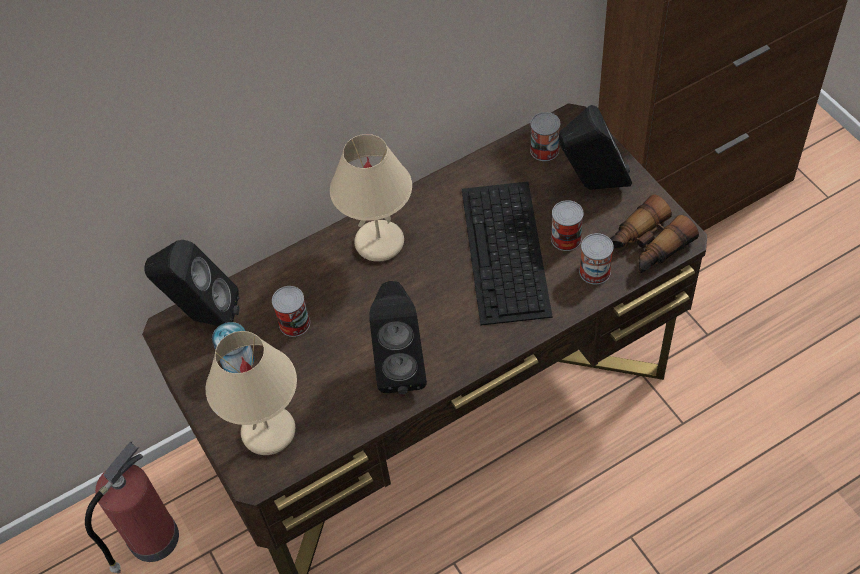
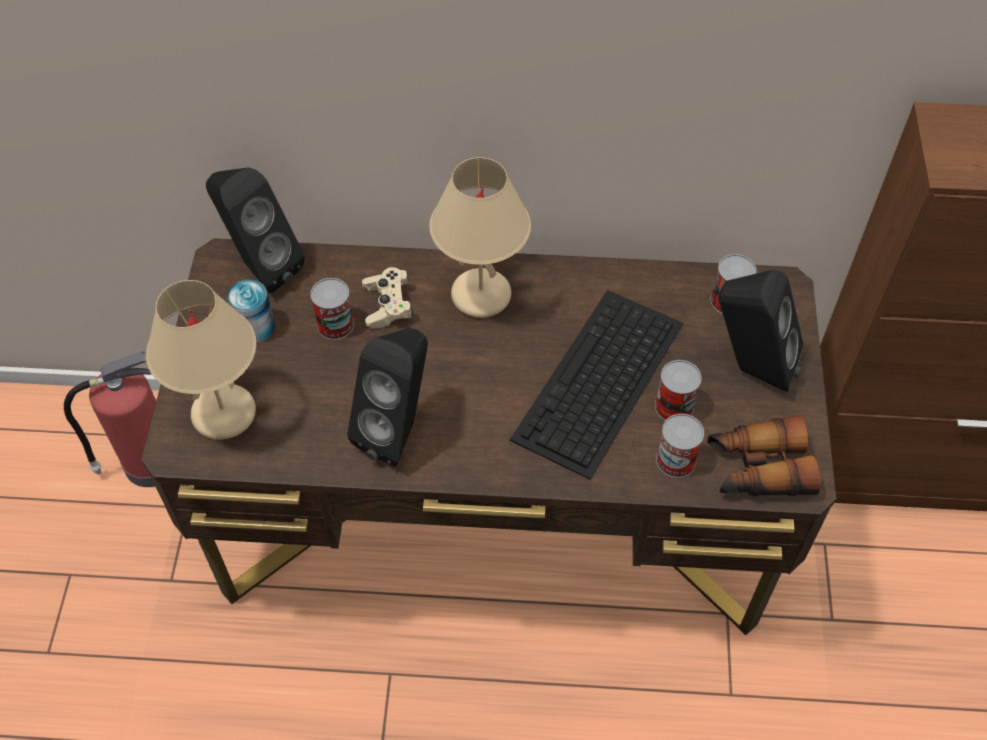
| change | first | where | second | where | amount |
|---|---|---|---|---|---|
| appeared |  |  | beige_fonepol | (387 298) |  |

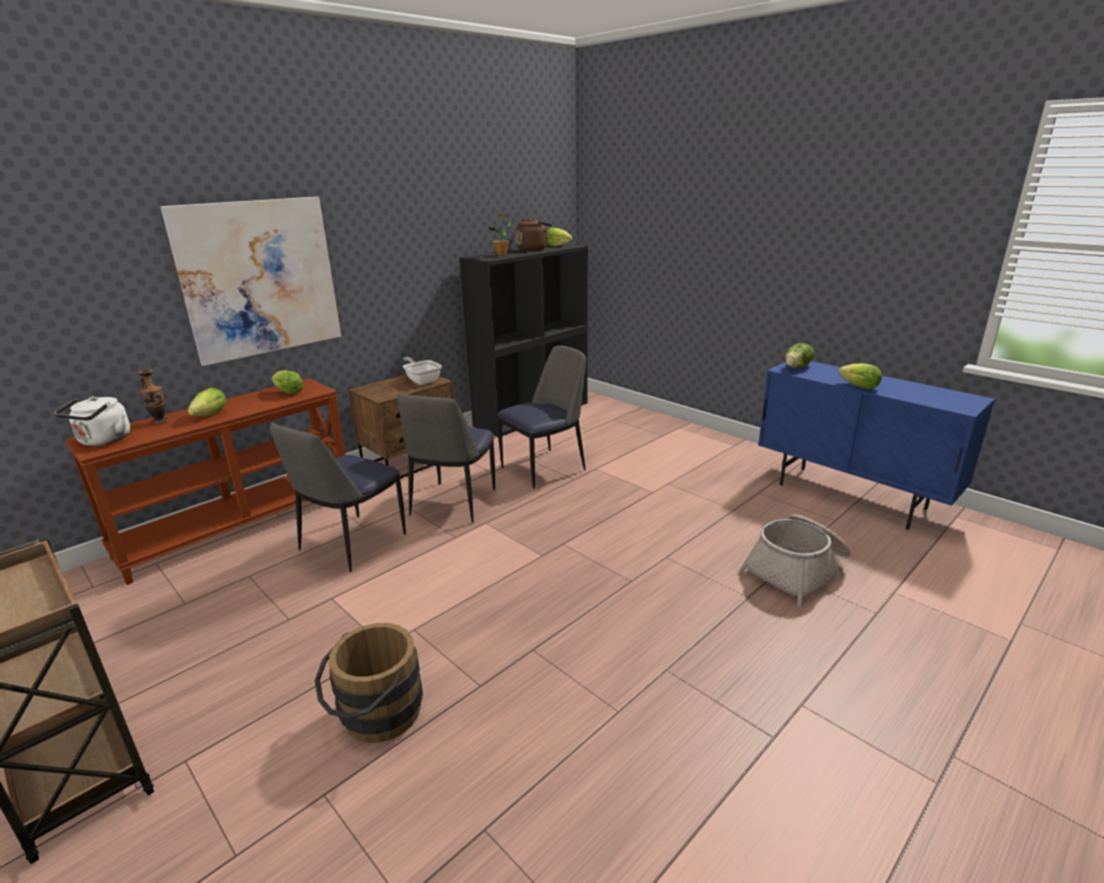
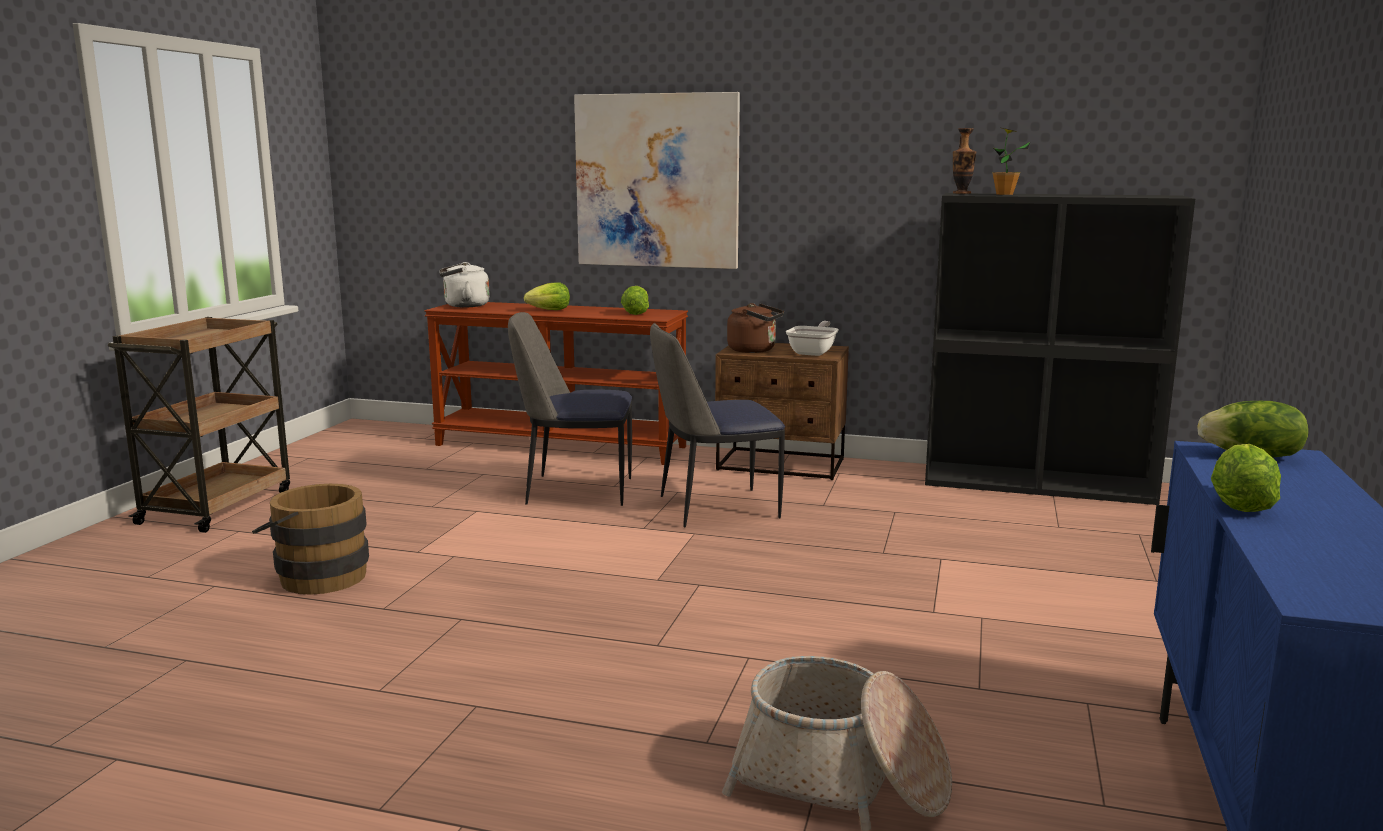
| change | first | where | second | where | amount |
|---|---|---|---|---|---|
| relocated | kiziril | (153 396) |  | (965 161) |  |
| missing | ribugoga | (541 417) |  |  |  |
| relocated | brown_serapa | (534 234) |  | (755 328) |  |
| missing | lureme | (559 237) |  |  |  |

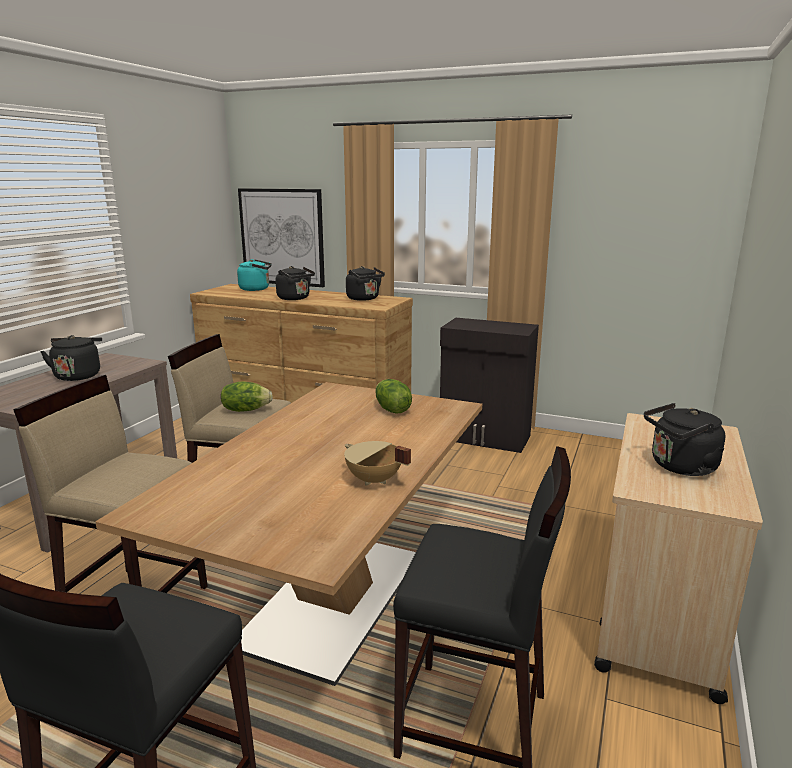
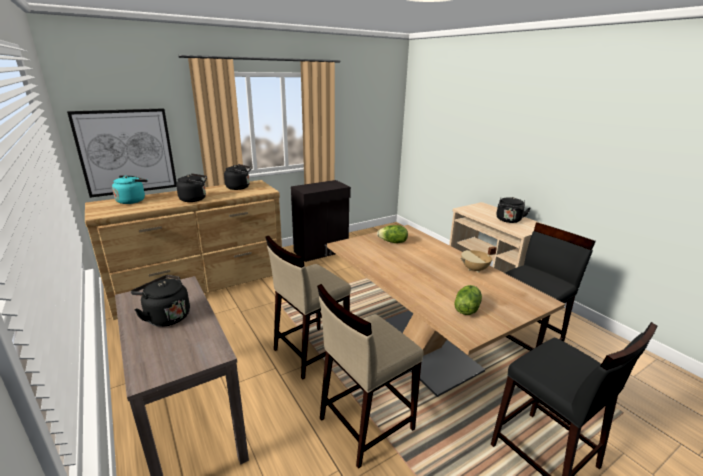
| change | first | where | second | where | amount |
|---|---|---|---|---|---|
| relocated | lureme | (247 396) |  | (468 300) |  |

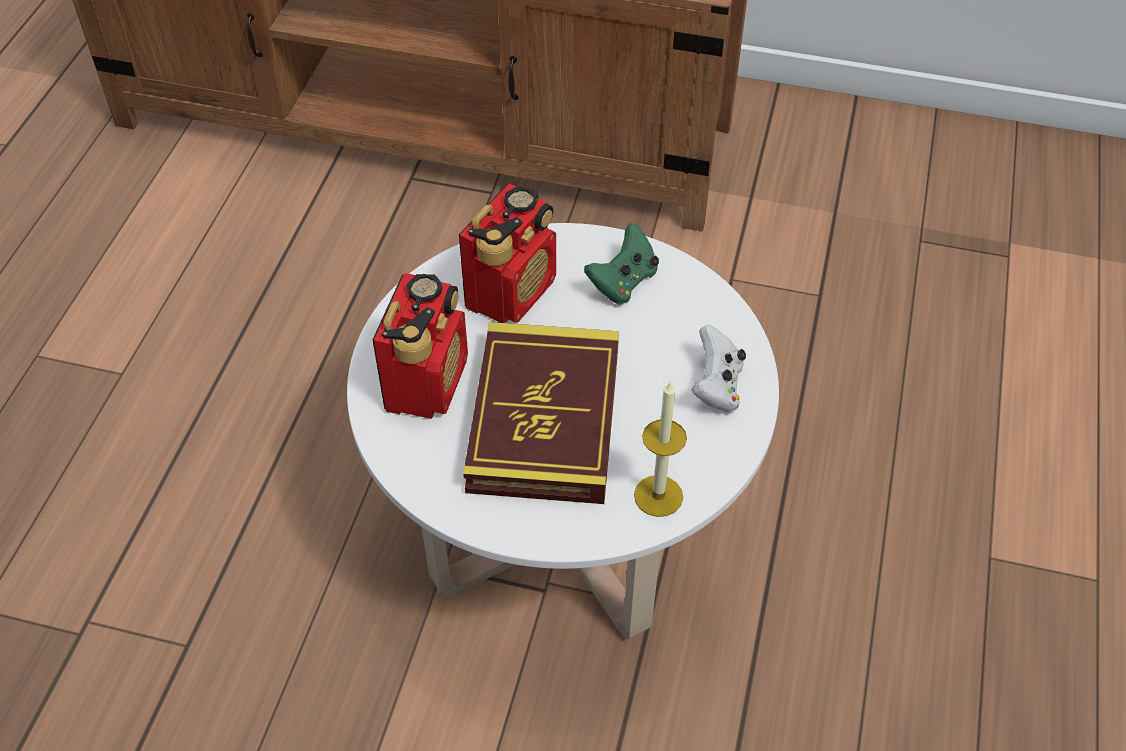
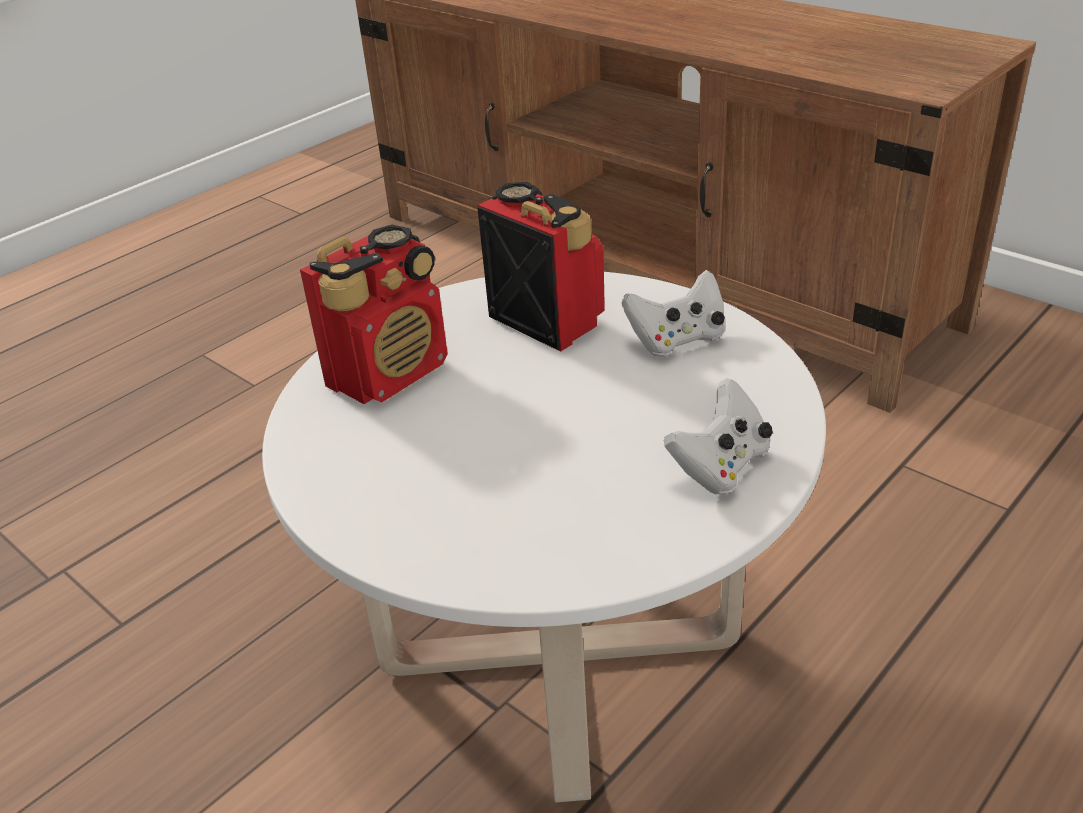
| change | first | where | second | where | amount |
|---|---|---|---|---|---|
| spun | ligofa | (507 253) |  | (541 266) | 105 degrees counterclockwise |
| missing | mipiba | (541 413) |  |  |  |
| colour | green_fonepol | (621 263) | white_fonepol | (673 313) |  |
| missing | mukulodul | (660 449) |  |  |  |

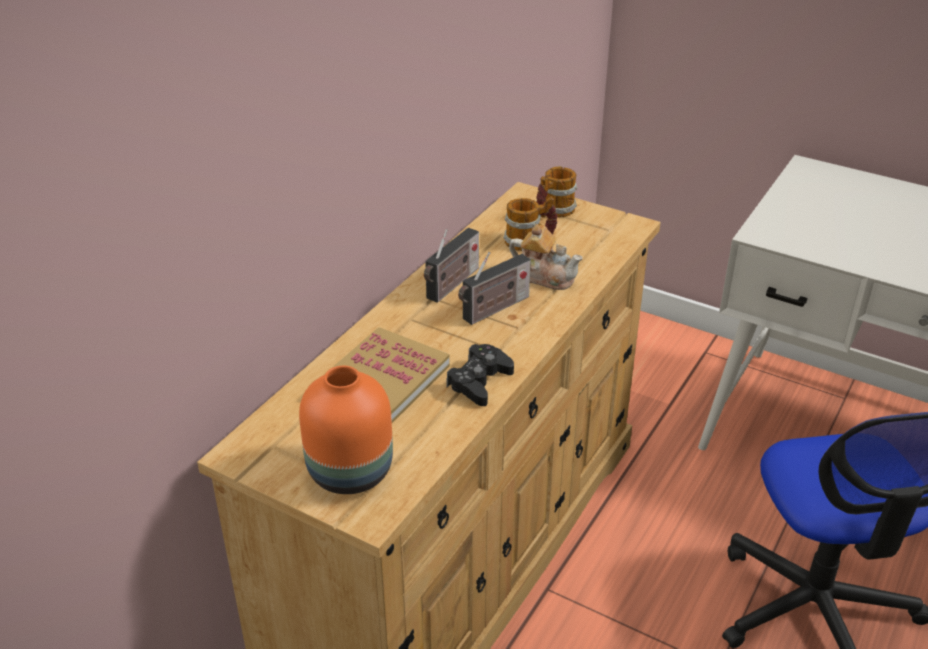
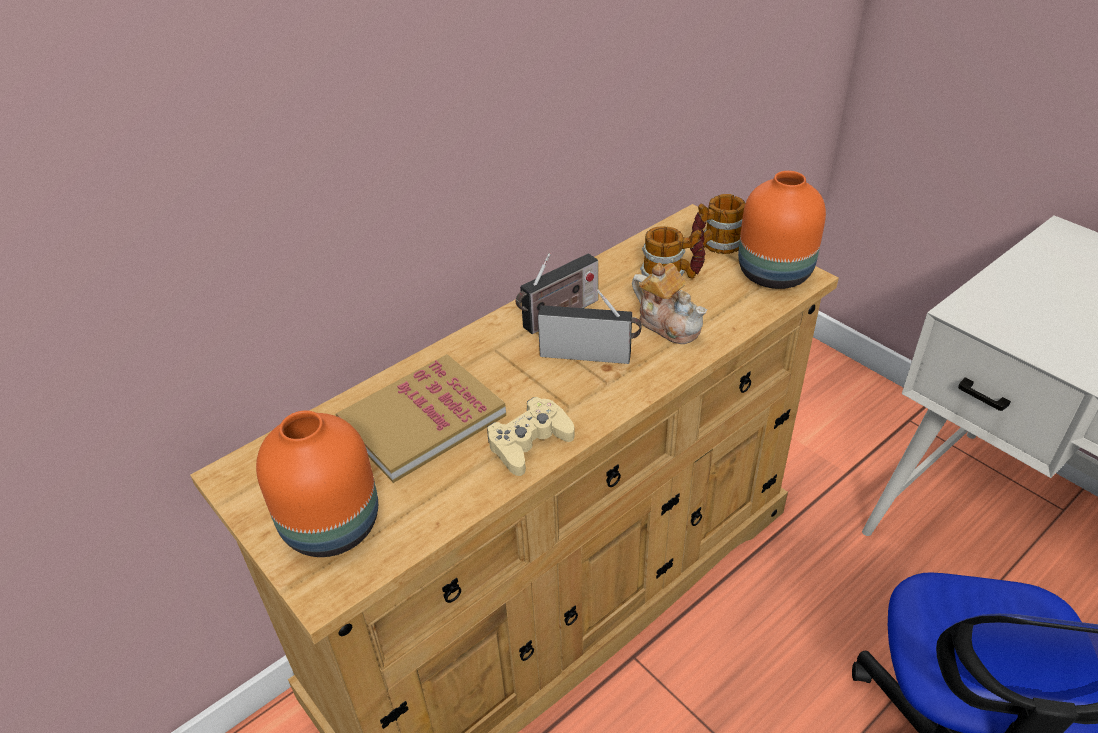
| change | first | where | second | where | amount |
|---|---|---|---|---|---|
| colour | black_fonepol | (480 375) | beige_fonepol | (531 436) |  |
| spun | ligofa | (494 288) |  | (590 326) | 150 degrees counterclockwise |
| appeared |  |  | orange_kiziril | (782 230) |  |

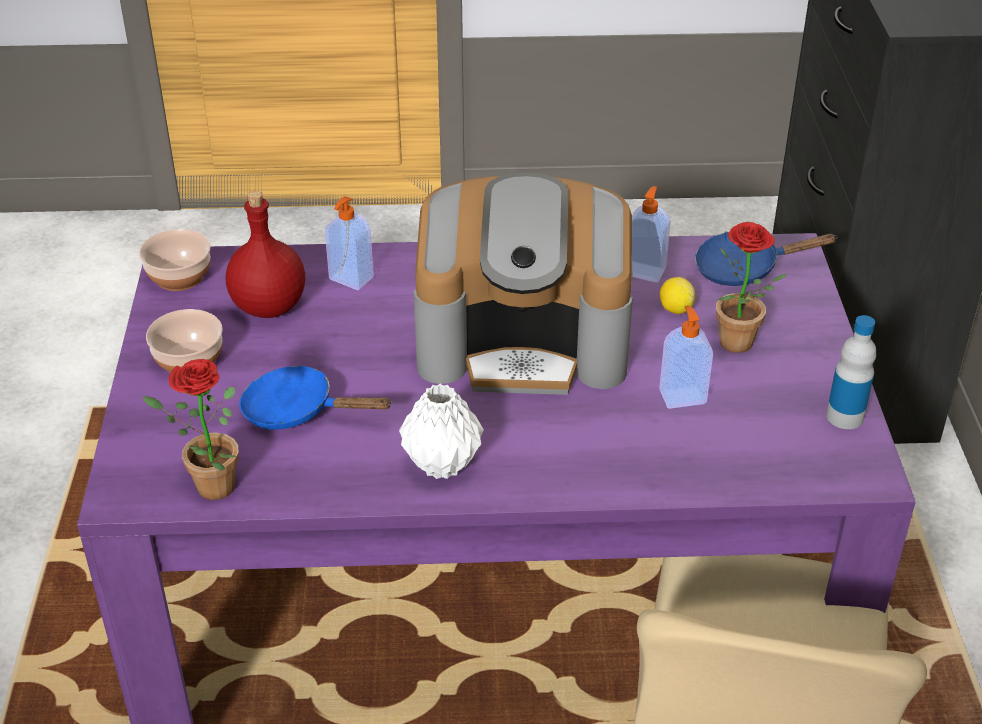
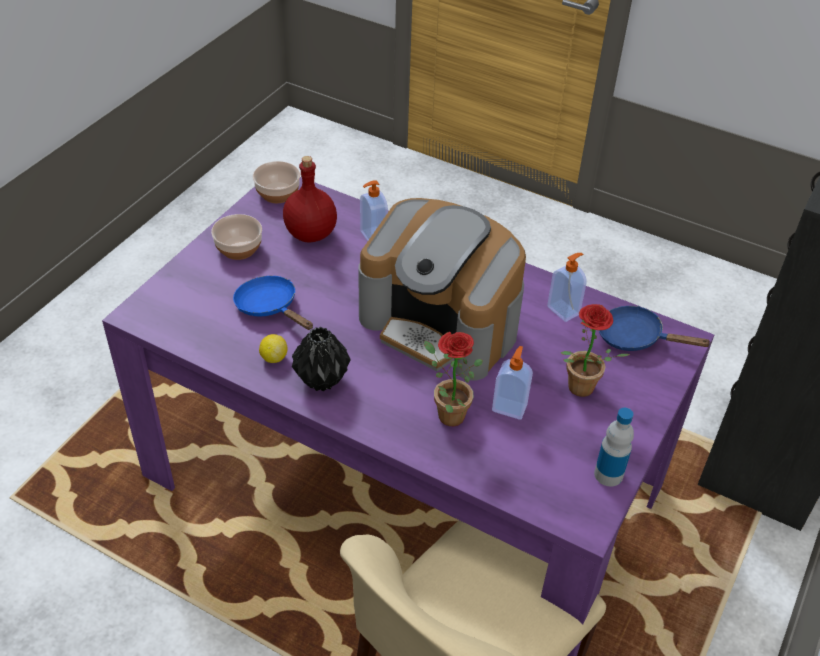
| change | first | where | second | where | amount |
|---|---|---|---|---|---|
| relocated | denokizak | (190 429) |  | (453 379) |  |
| colour | white_kiziril | (441 431) | black_kiziril | (321 359) |  |
| relocated | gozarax | (677 295) |  | (273 348) |  |

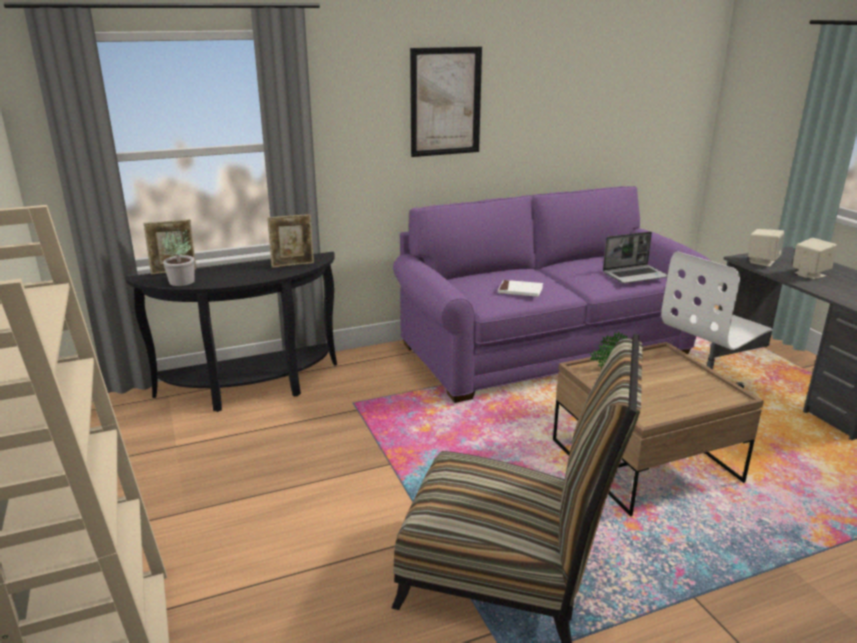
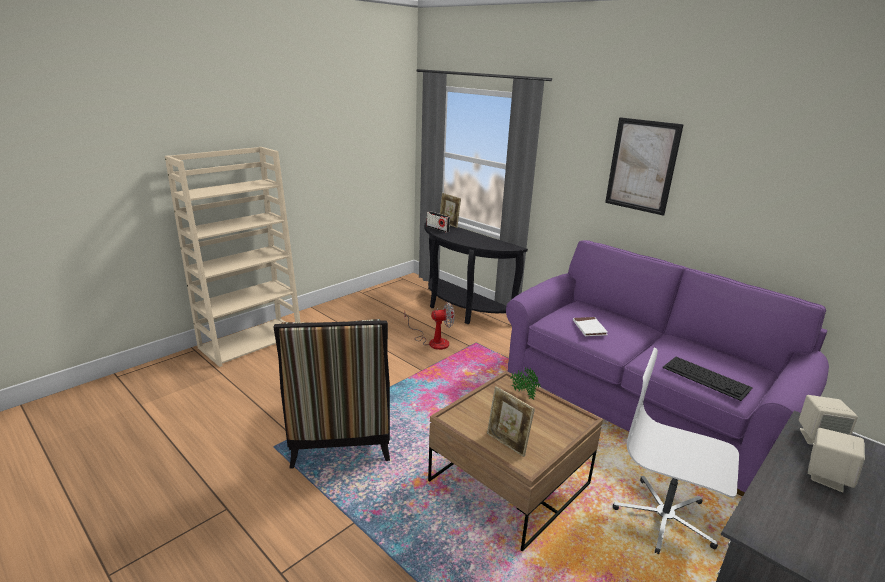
| change | first | where | second | where | amount |
|---|---|---|---|---|---|
| exchanged | denokizak | (178 257) | ligofa | (438 221) |  |
| relocated | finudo | (290 241) |  | (511 421) |  |
| exchanged | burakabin | (635 257) | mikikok | (707 379) |  |
| appeared |  |  | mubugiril | (429 326) |  |

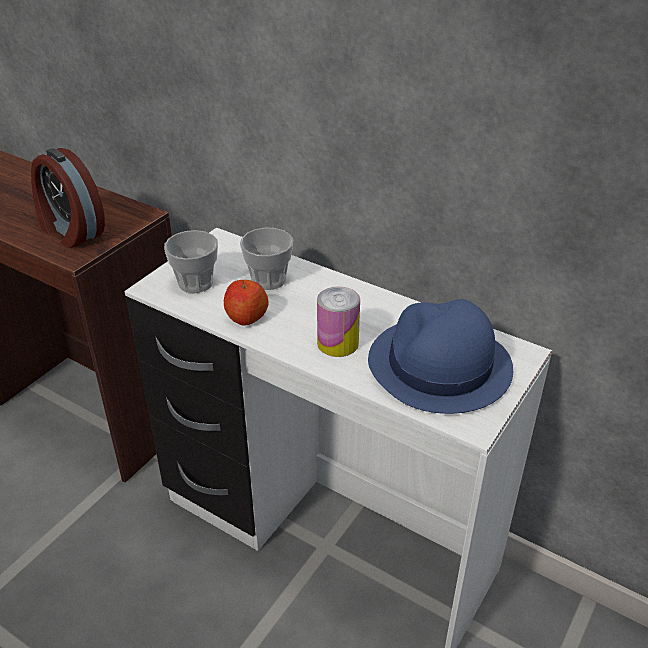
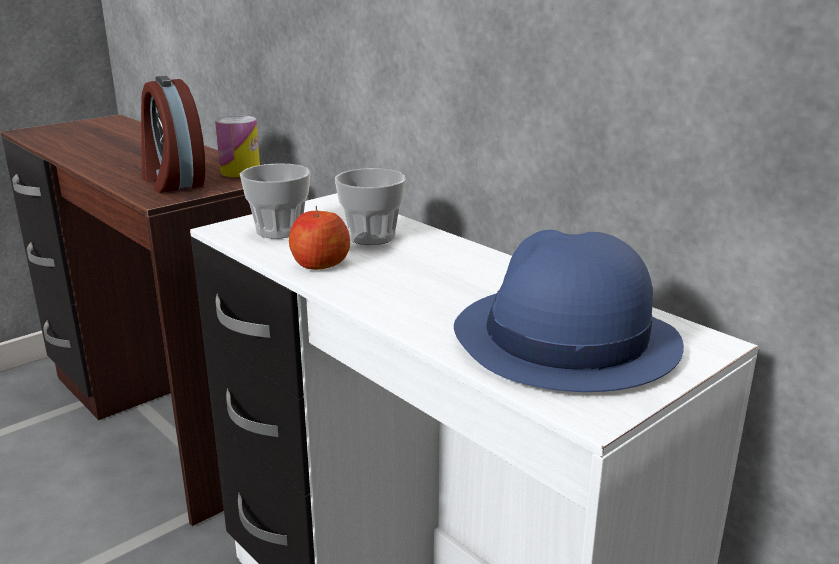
| change | first | where | second | where | amount |
|---|---|---|---|---|---|
| relocated | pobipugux | (338 322) |  | (237 147) |  |

